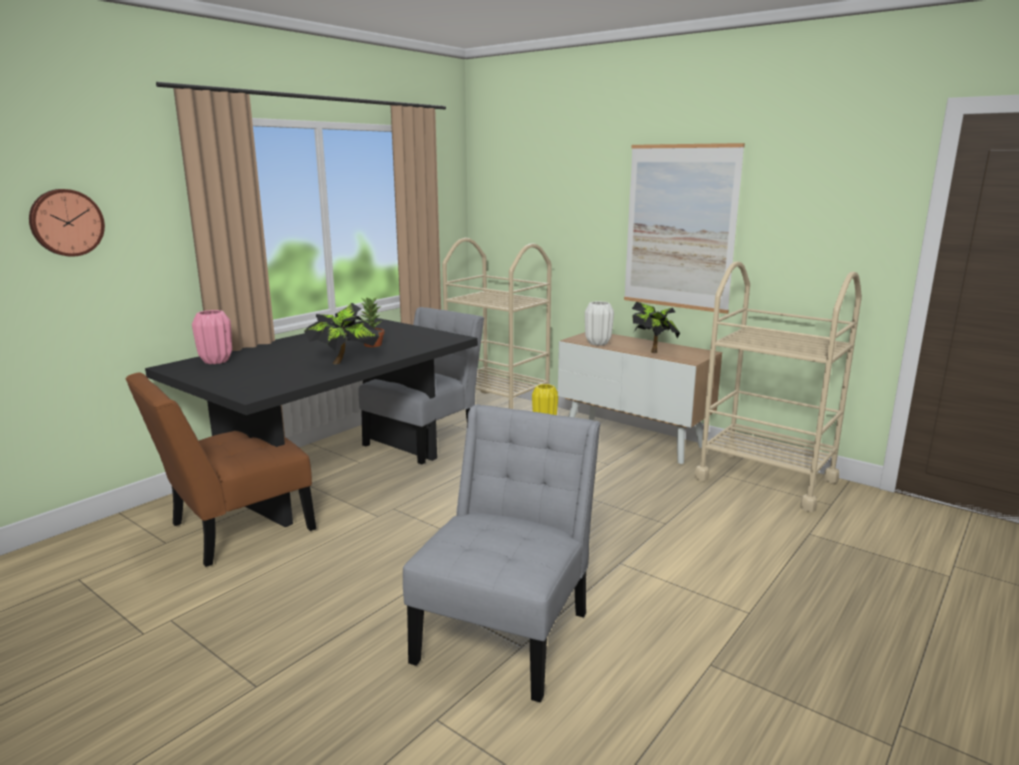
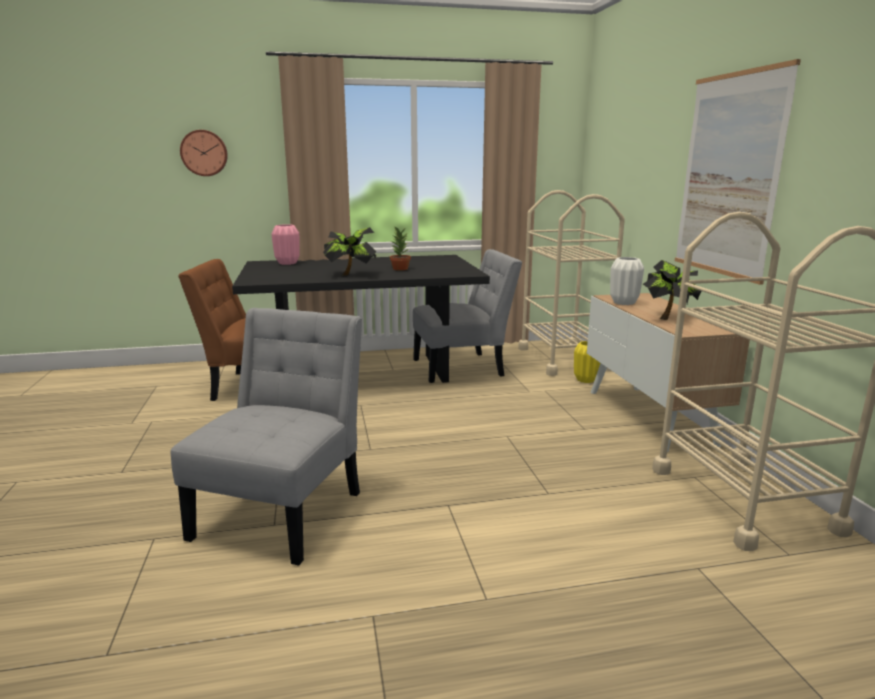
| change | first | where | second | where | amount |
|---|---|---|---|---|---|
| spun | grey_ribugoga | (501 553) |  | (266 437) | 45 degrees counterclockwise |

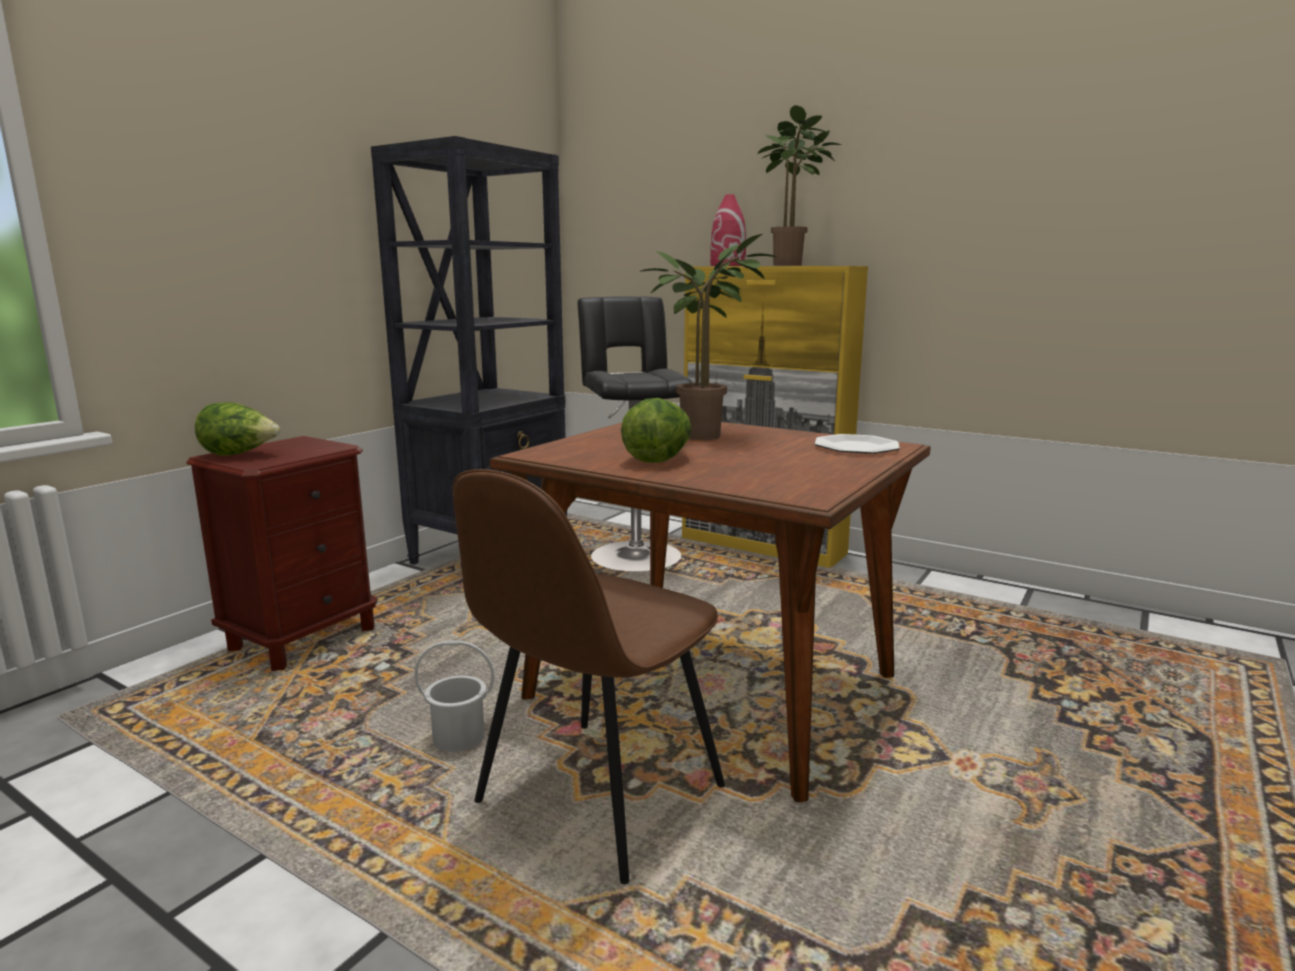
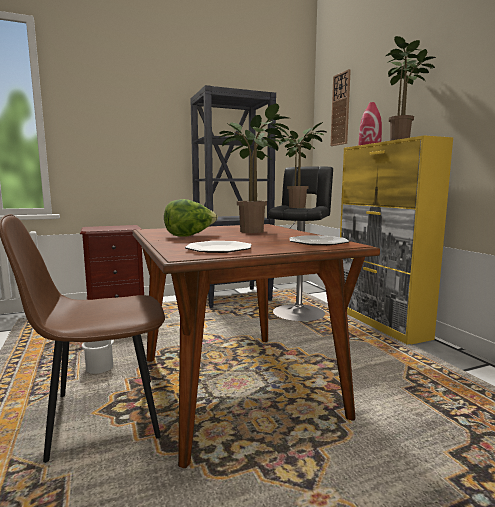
| change | first | where | second | where | amount |
|---|---|---|---|---|---|
| missing | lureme | (237 429) |  |  |  |
| appeared |  |  | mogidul | (218 247) |  |
| appeared |  |  | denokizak | (301 165) |  |
| appeared |  |  | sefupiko | (341 107) |  |

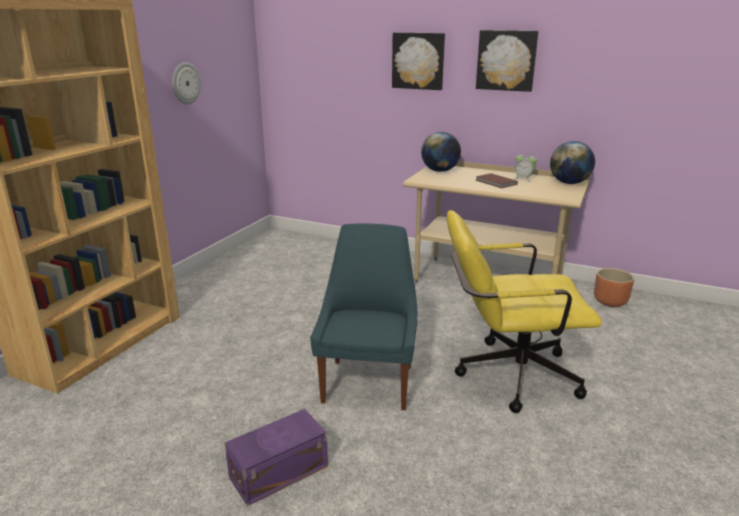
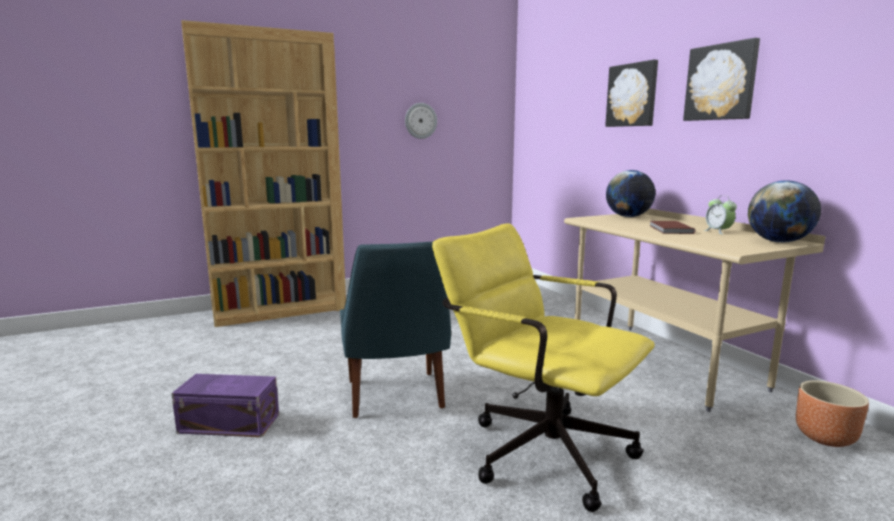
| change | first | where | second | where | amount |
|---|---|---|---|---|---|
| spun | blue_ribugoga | (363 316) |  | (395 329) | 120 degrees clockwise |

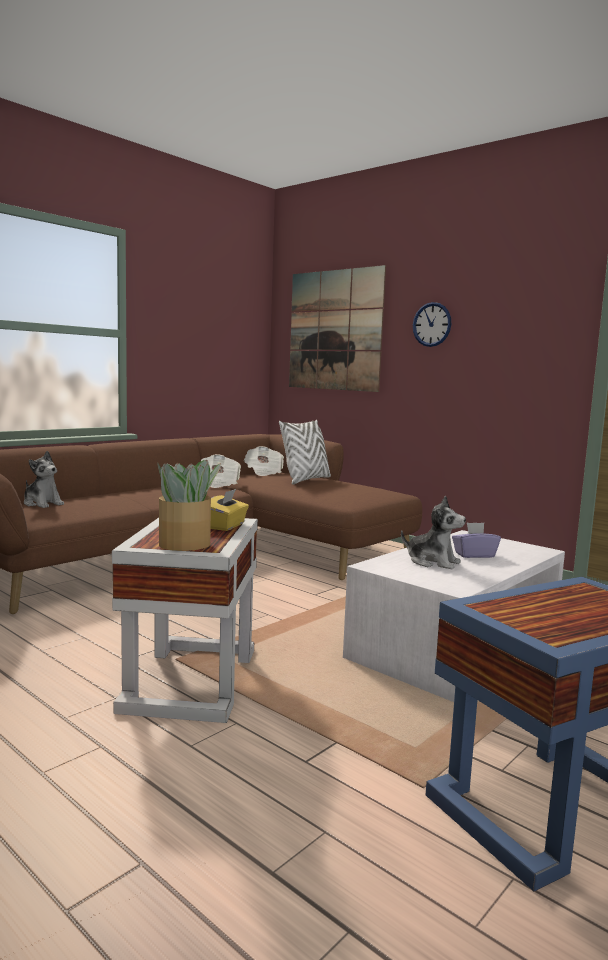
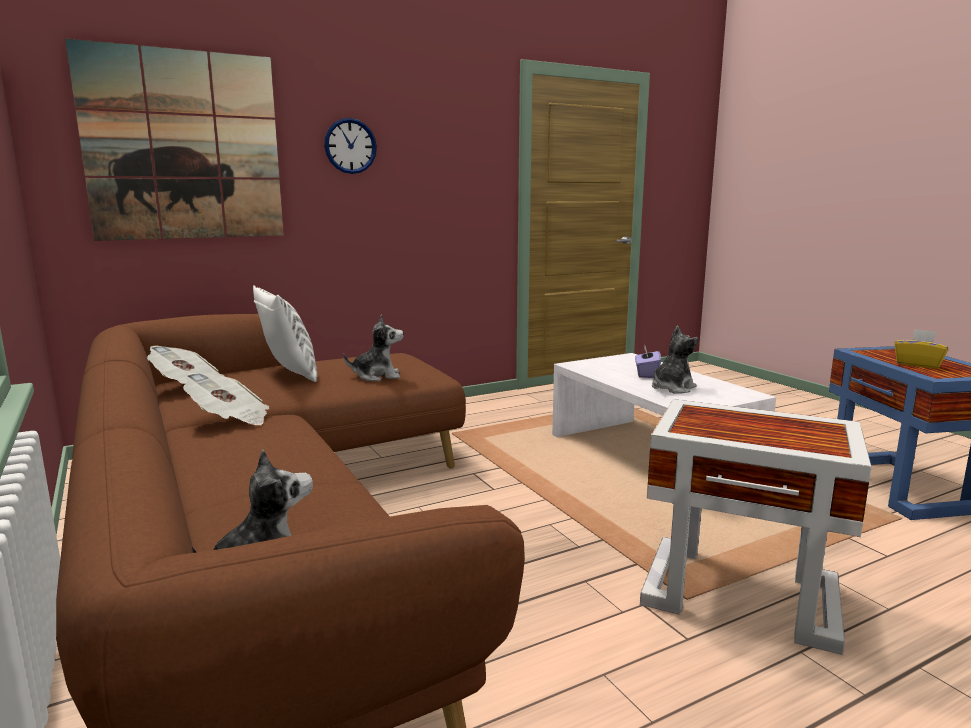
| change | first | where | second | where | amount |
|---|---|---|---|---|---|
| missing | denokizak | (189 505) |  |  |  |
| relocated | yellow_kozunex | (230 510) |  | (921 349) |  |
| appeared |  |  | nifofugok | (373 348) |  |

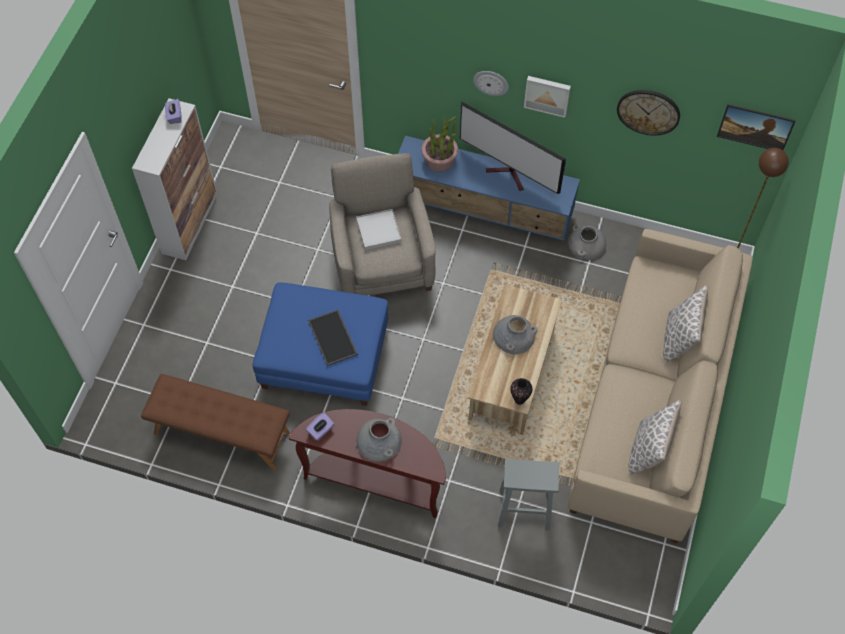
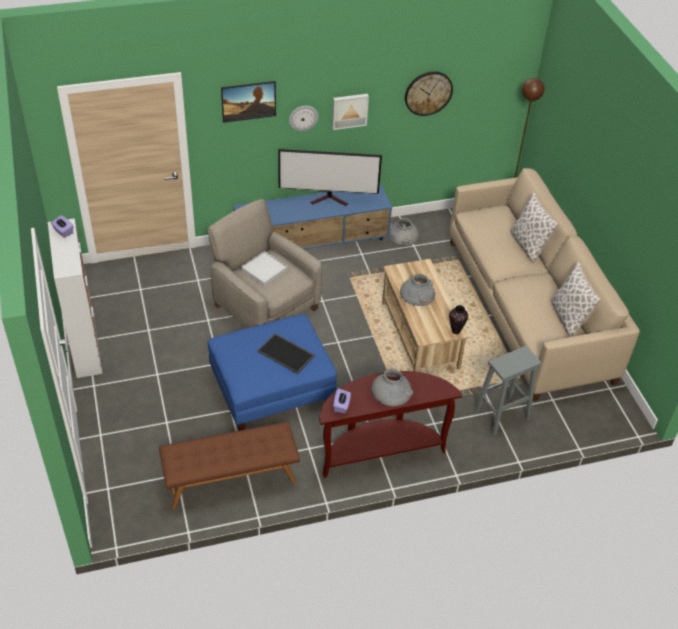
| change | first | where | second | where | amount |
|---|---|---|---|---|---|
| missing | denokizak | (439 144) |  |  |  |
| relocated | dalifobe | (756 127) |  | (248 102) |  |

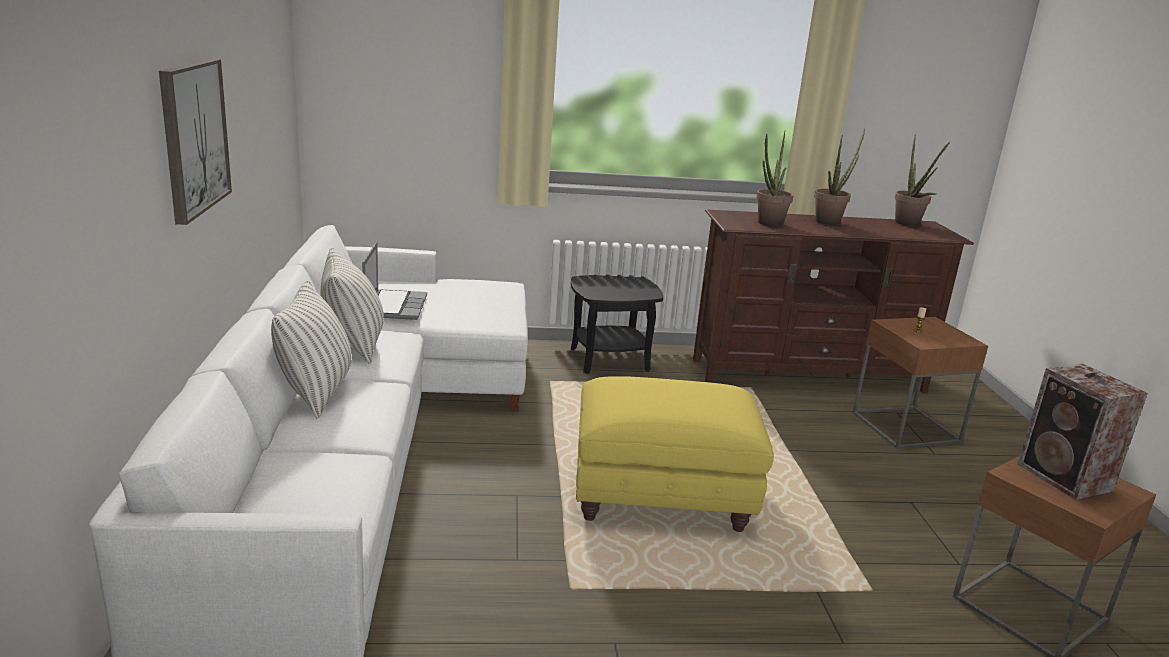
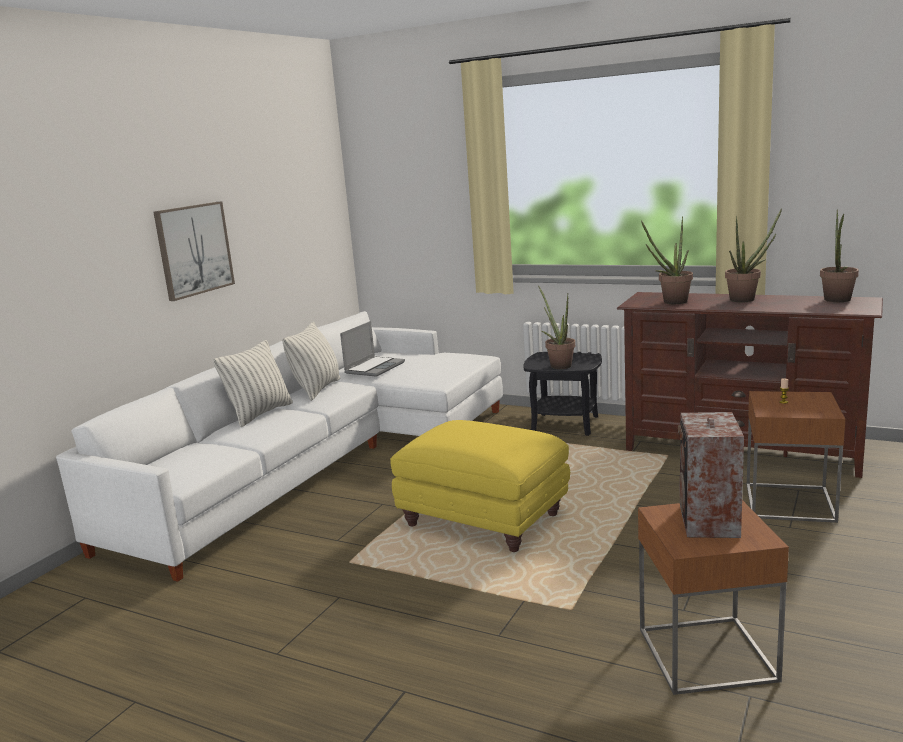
| change | first | where | second | where | amount |
|---|---|---|---|---|---|
| appeared |  |  | denokizak | (556 327) |  |

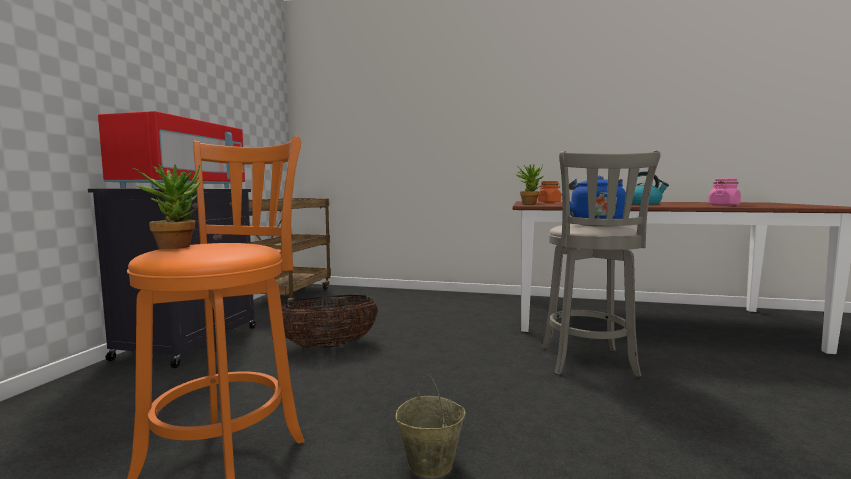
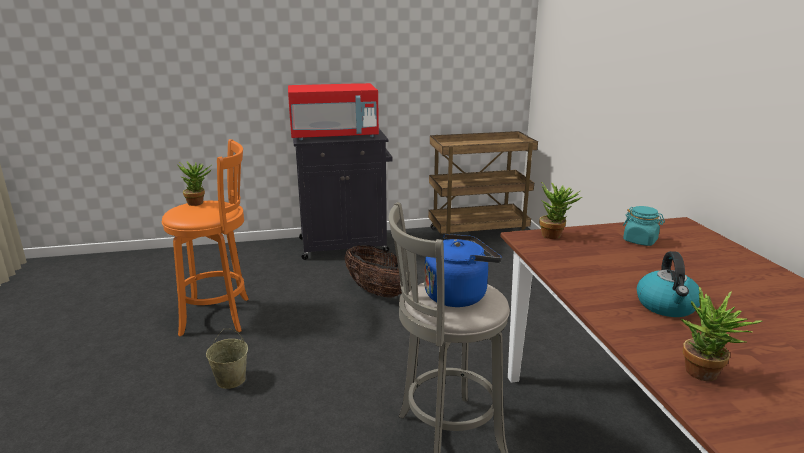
| change | first | where | second | where | amount |
|---|---|---|---|---|---|
| colour | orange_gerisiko | (549 192) | turquoise_gerisiko | (644 226) |  |
| exchanged | pink_gerisiko | (724 192) | denokizak | (722 334) |  |

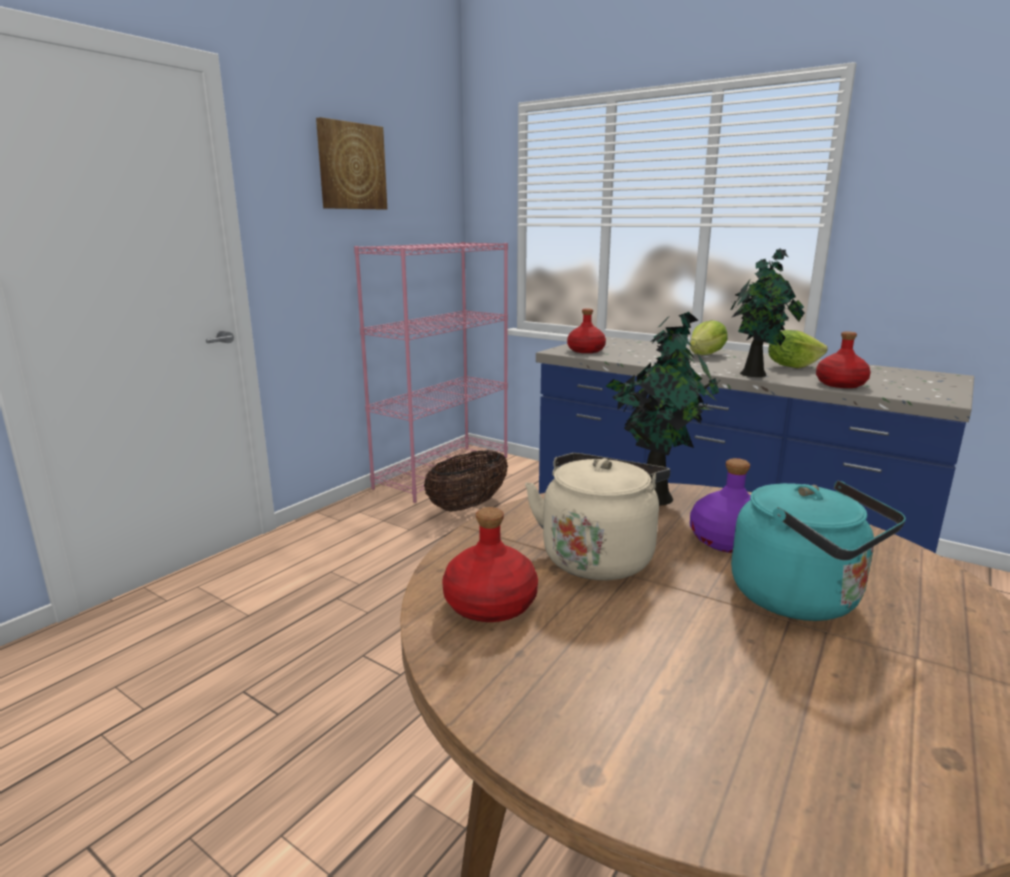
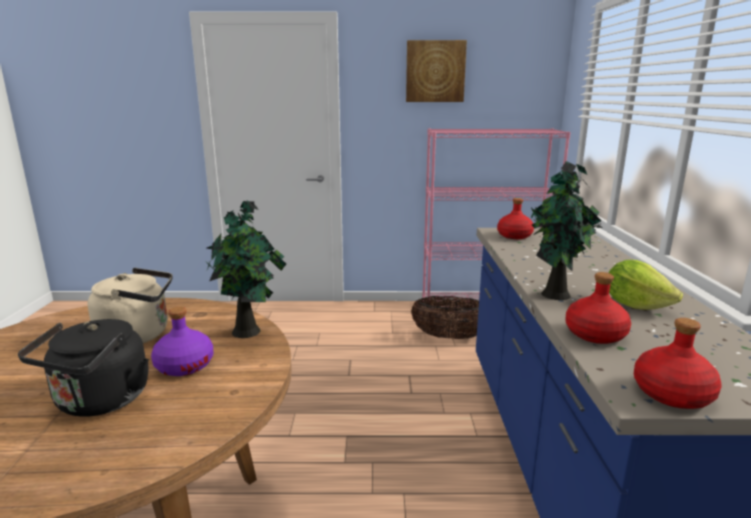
| change | first | where | second | where | amount |
|---|---|---|---|---|---|
| relocated | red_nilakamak | (490 564) |  | (678 363) |  |
| missing | lureme | (709 337) |  |  |  |
| colour | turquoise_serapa | (818 550) | black_serapa | (83 368) |  |

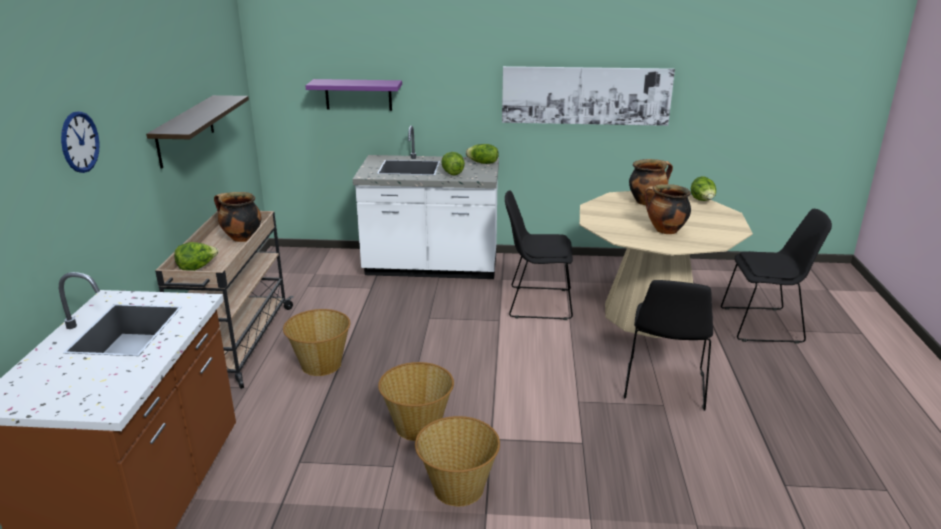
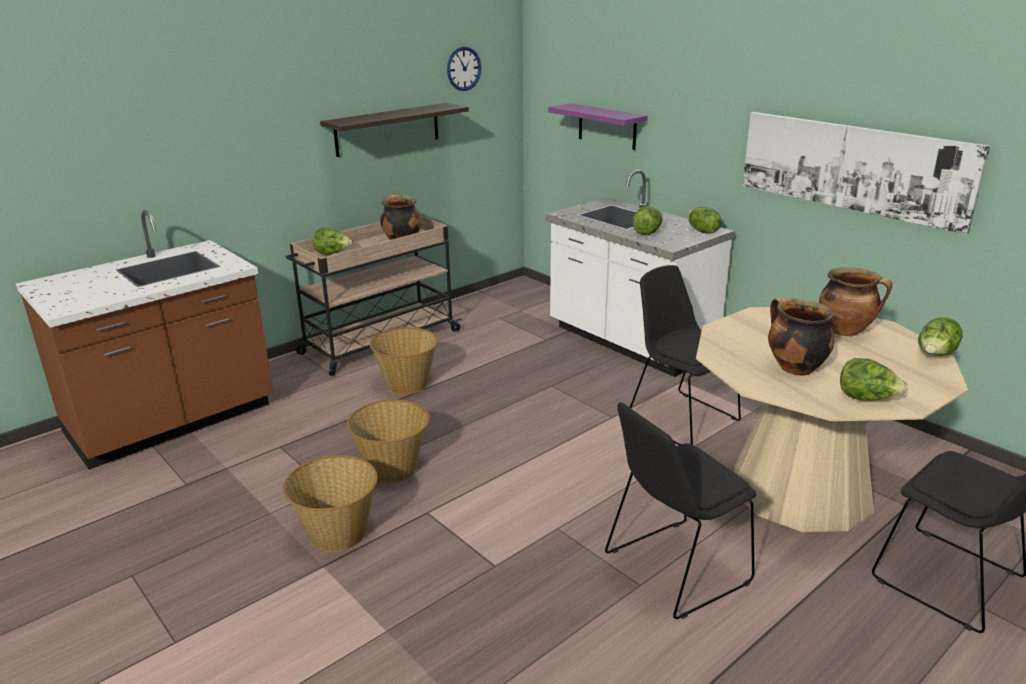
| change | first | where | second | where | amount |
|---|---|---|---|---|---|
| relocated | sefupiko | (80 142) |  | (464 68) |  |
| appeared |  |  | lureme | (874 379) |  |

